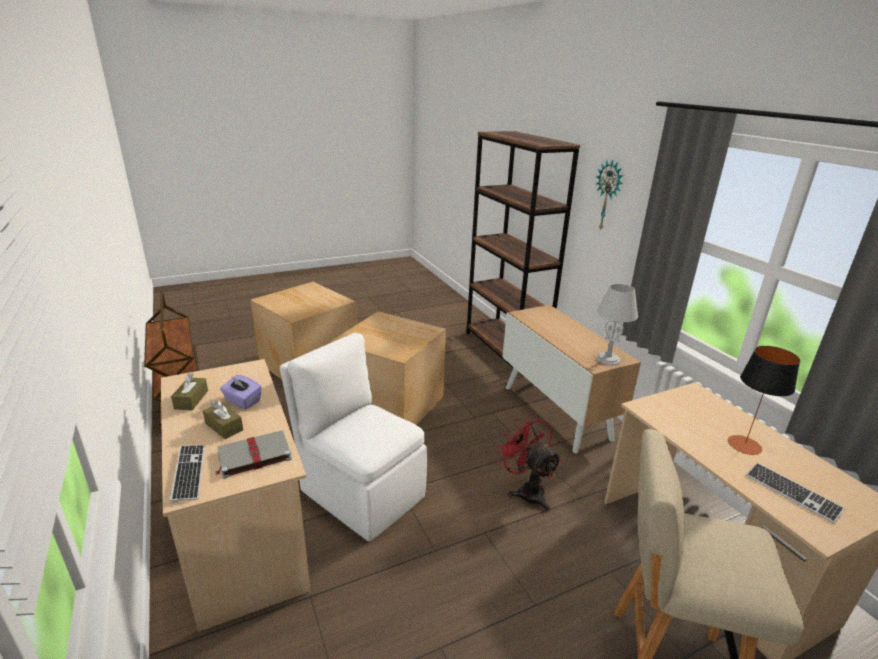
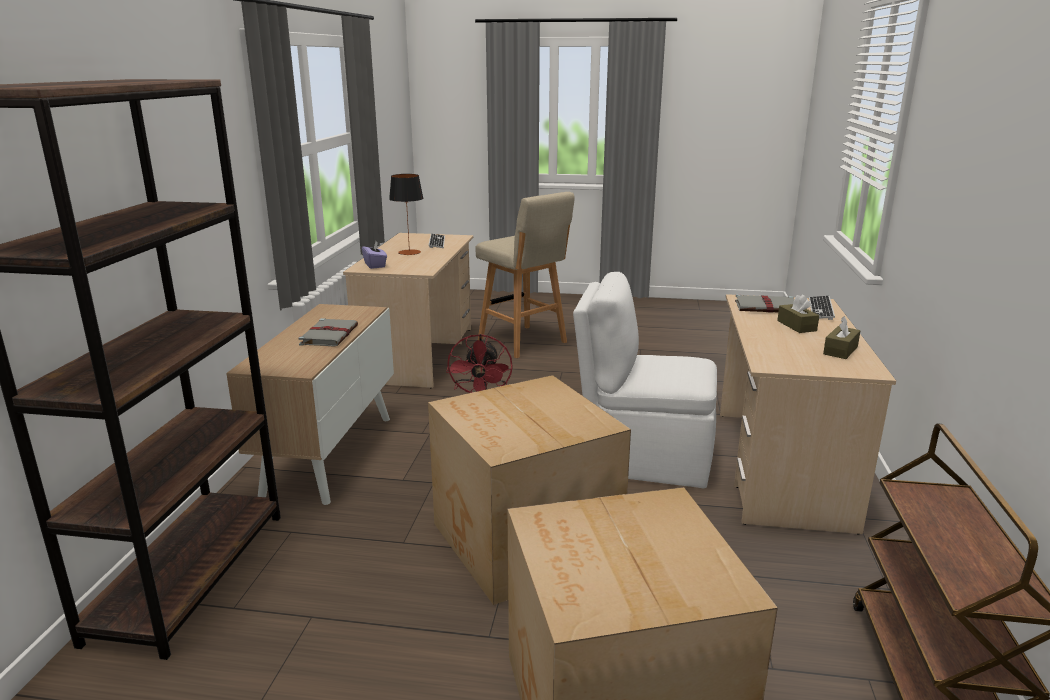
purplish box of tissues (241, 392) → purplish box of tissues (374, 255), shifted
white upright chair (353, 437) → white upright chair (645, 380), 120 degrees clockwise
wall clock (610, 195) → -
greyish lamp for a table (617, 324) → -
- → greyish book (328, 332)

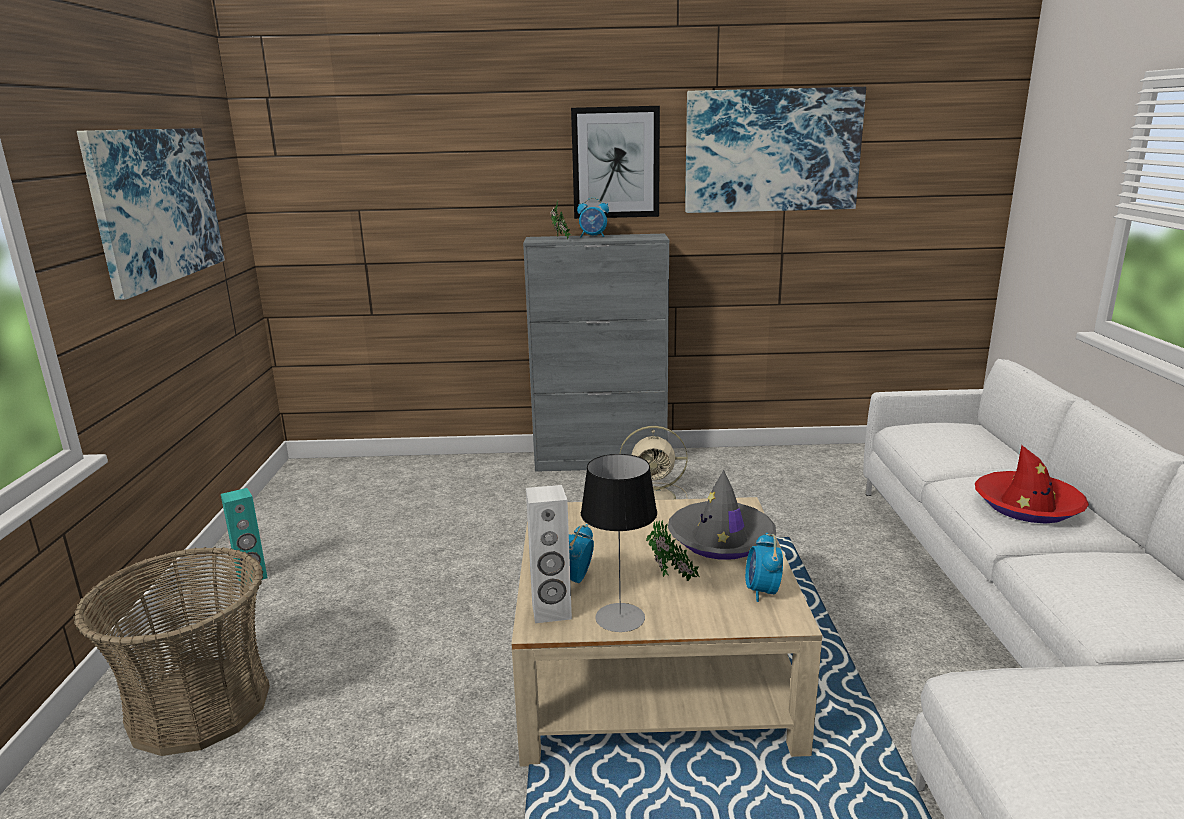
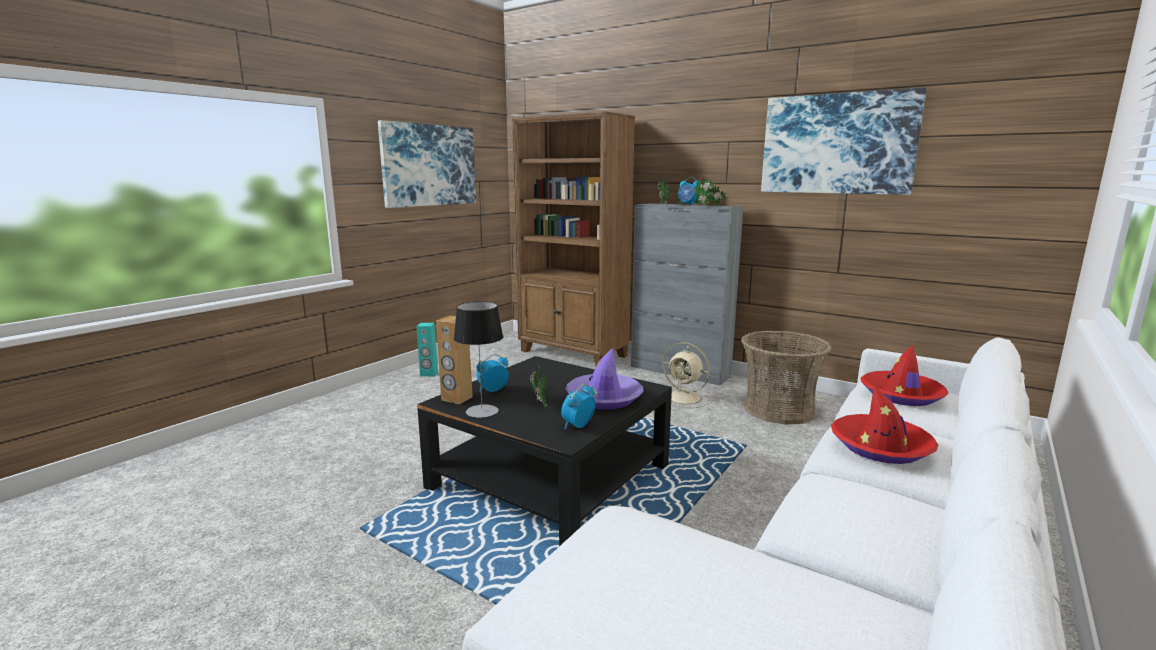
basket (172, 651) → basket (786, 377), shifted
beige-coloured low table (666, 632) → black low table (544, 451)
white loudspeaker (549, 554) → brown loudspeaker (454, 360)
picture (615, 162) → -
greyish clothing hat (722, 515) → purplish clothing hat (605, 379)
- → brown bookcase (573, 238)
- → houseplant (710, 192)
- → red-coloured clothing hat (904, 375)

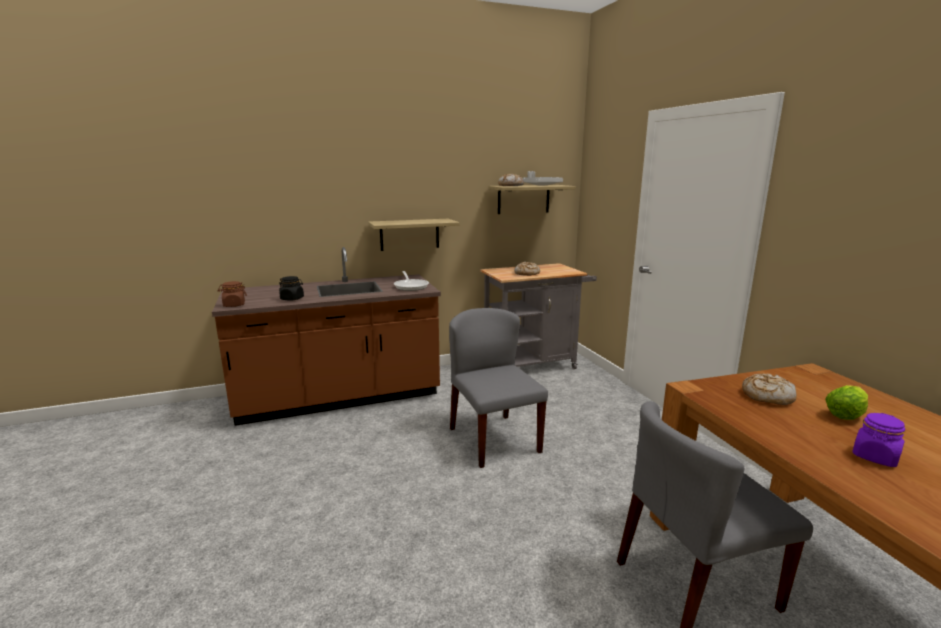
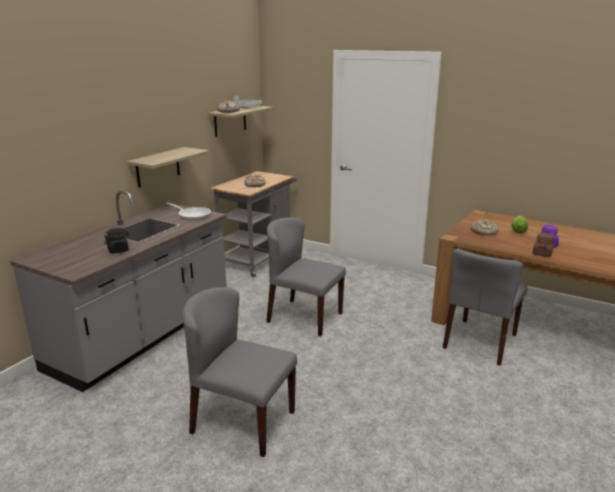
brown kitchen counter (326, 336) → greyish kitchen counter (118, 291)
brown storage jar (232, 294) → brown storage jar (543, 245), shifted
- → greyish upright chair (239, 372)

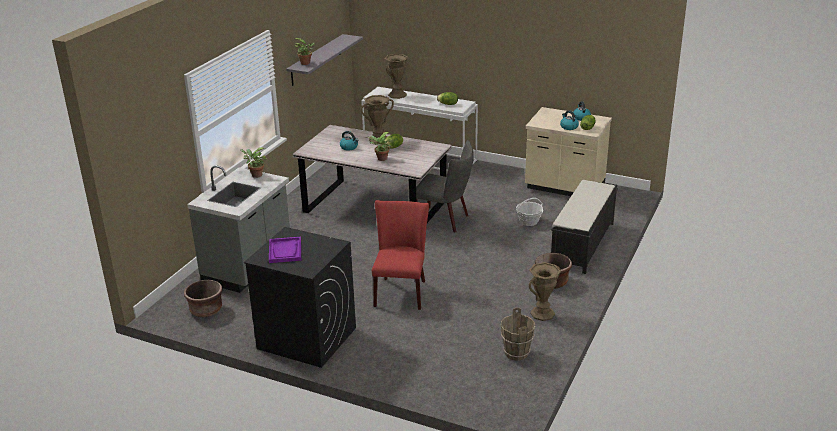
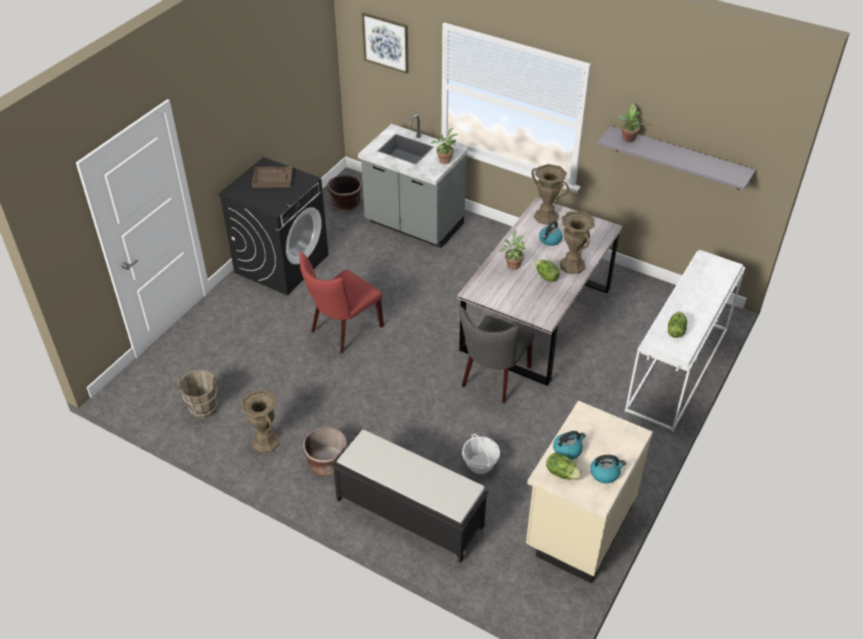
purplish tray (285, 250) → brown tray (272, 177)
red-coloured upright chair (400, 255) → red-coloured upright chair (341, 302), 120 degrees clockwise
brown flower vase (396, 76) → brown flower vase (550, 194), shifted
- → picture (385, 43)

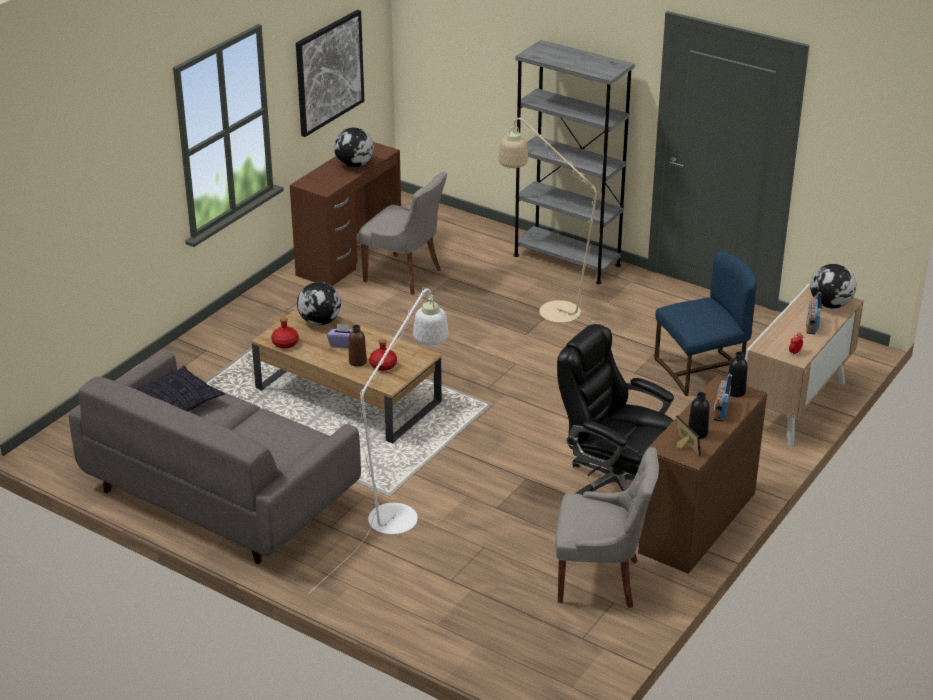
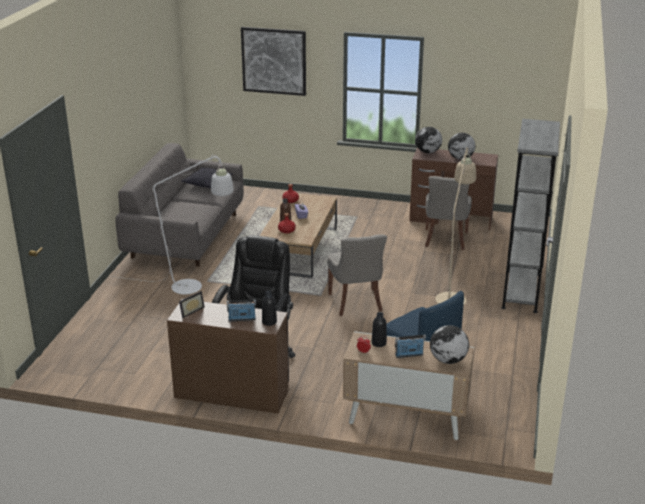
picture (330, 73) → picture (273, 61), shifted
globe (319, 303) → globe (428, 140), shifted
greyish upright chair (607, 527) → greyish upright chair (357, 275), shifted
black drink bottle (699, 415) → black drink bottle (379, 329), shifted

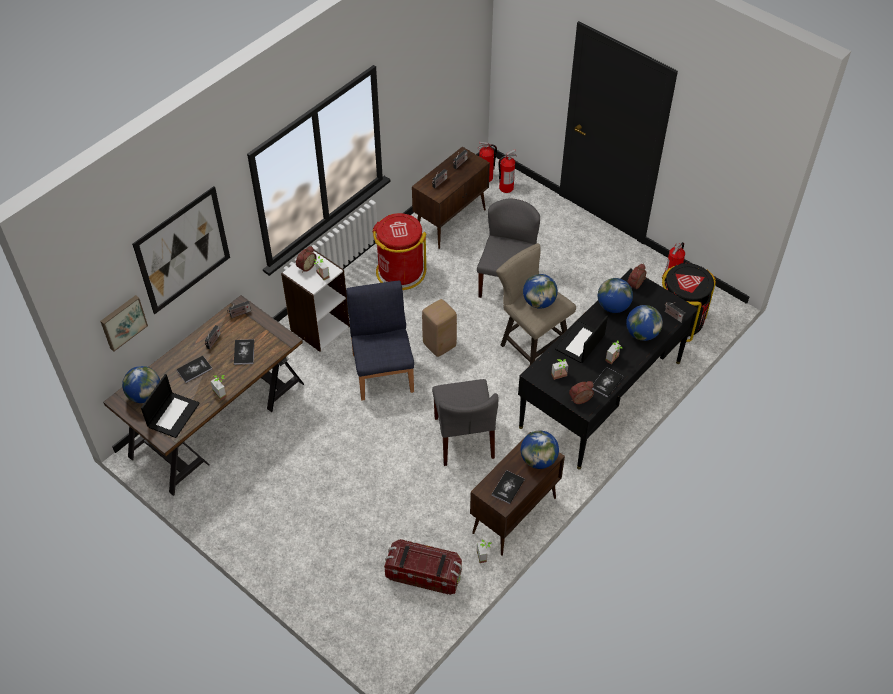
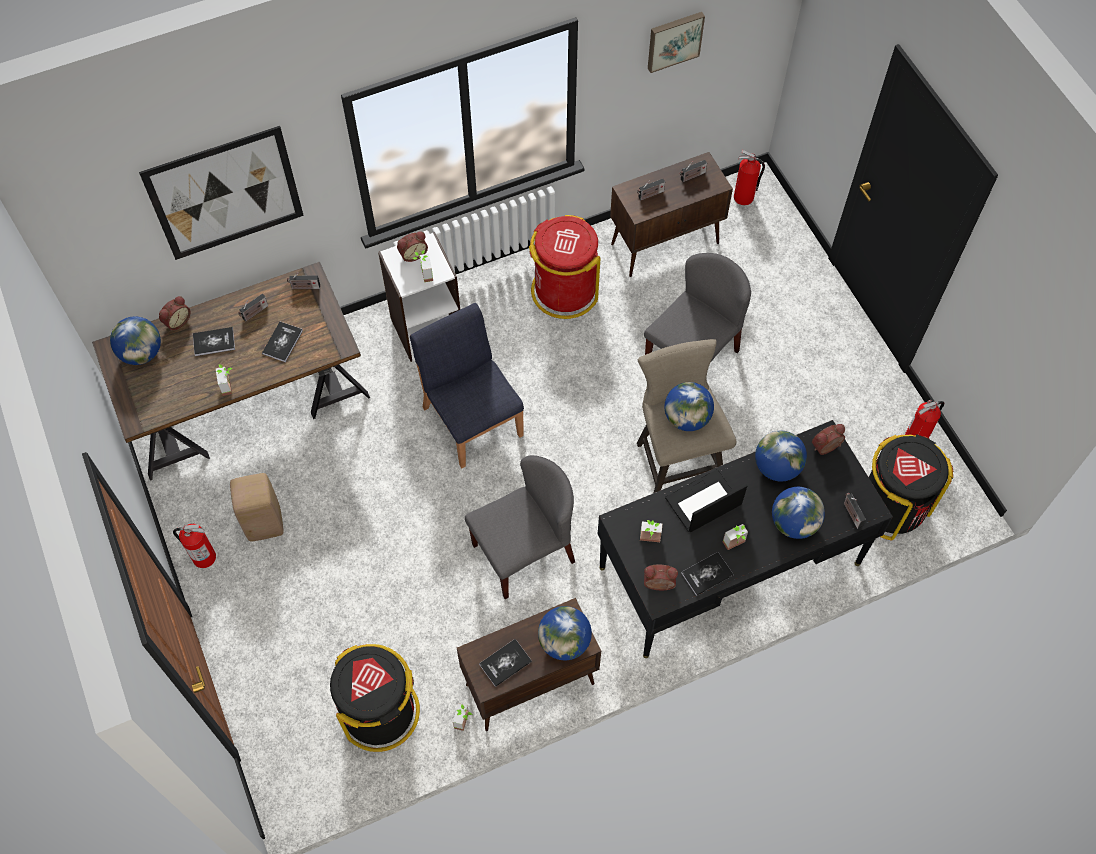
picture (124, 323) → picture (676, 42), shifted
notebook computer (170, 406) → -
blue upright chair (380, 340) → blue upright chair (467, 385), 45 degrees counterclockwise
storage bin (423, 567) → black rubbish bin (375, 698)
beige-coloured sitting stool (439, 328) → beige-coloured sitting stool (256, 507), shifted
greyish upright chair (465, 422) → greyish upright chair (520, 527), 135 degrees counterclockwise
fire-fighting cylinder (507, 171) → fire-fighting cylinder (194, 546), shifted
- → alarm clock (175, 313)

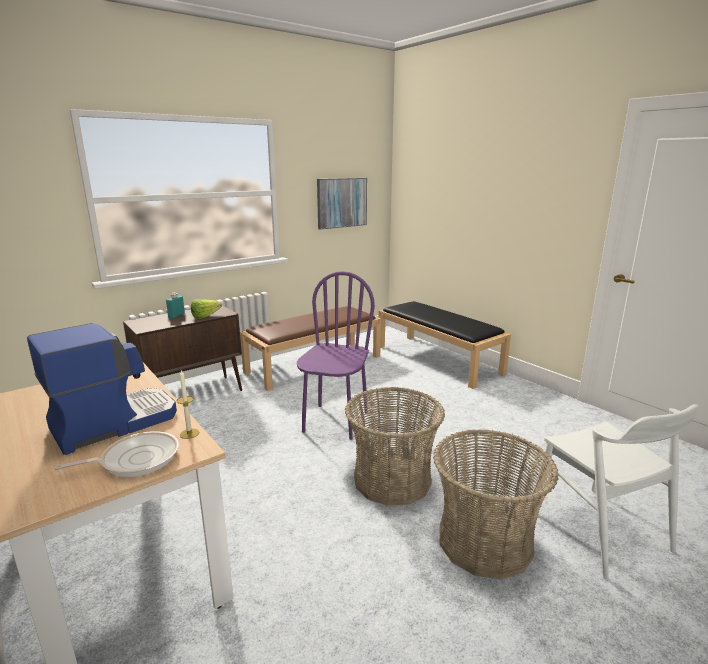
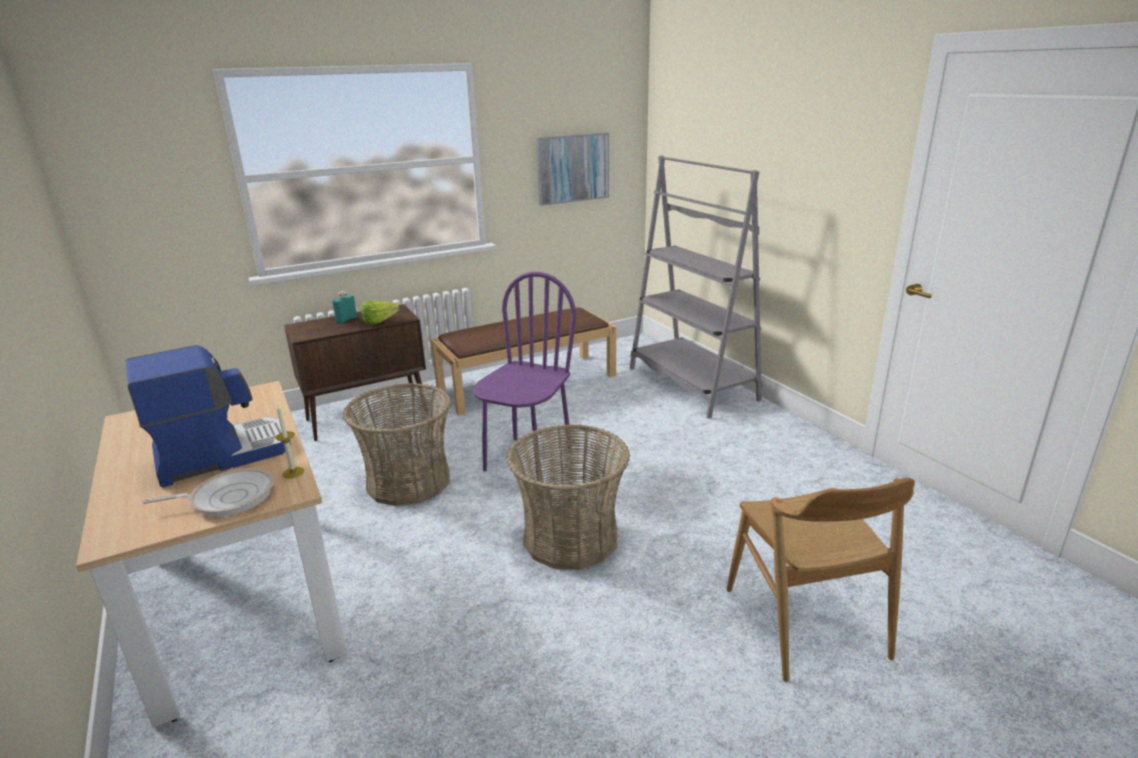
black long seat (444, 345) → greyish bookcase (696, 286)
basket (496, 504) → basket (397, 444), shifted
white upright chair (617, 492) → brown upright chair (820, 580)

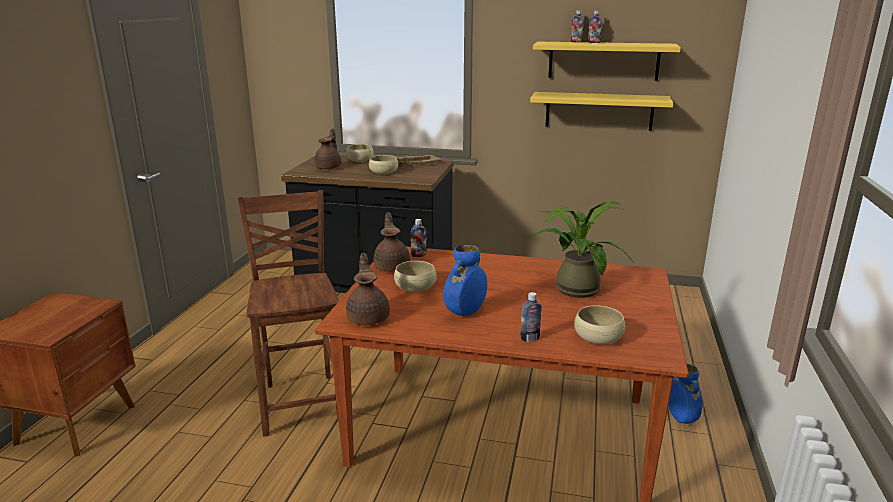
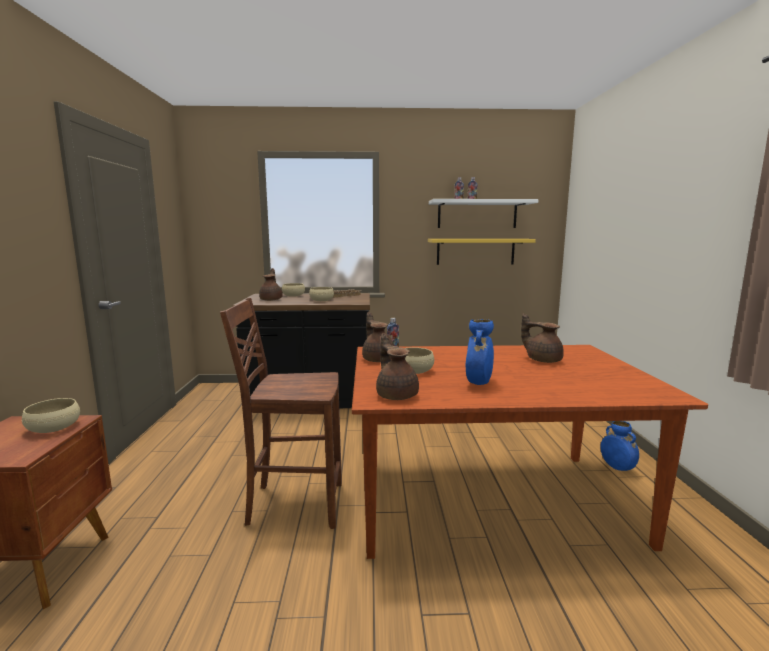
brown upright chair (288, 313) → brown upright chair (281, 413), 60 degrees counterclockwise
drink bottle (531, 317) → -
houseplant (581, 249) → brown tea pot (542, 338)
yellow-coloured shelf (607, 61) → white shelf (483, 213)
beige-coloured deep dish (600, 324) → beige-coloured deep dish (51, 415), shifted

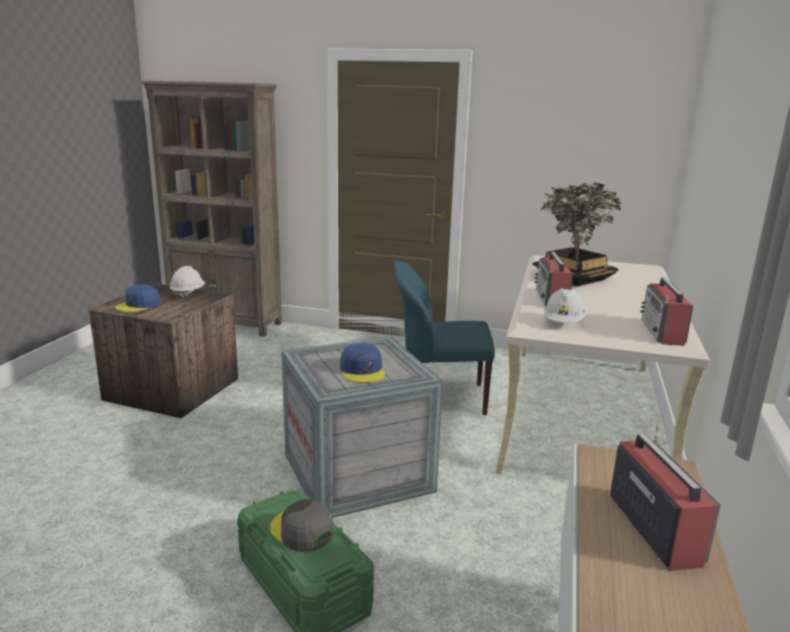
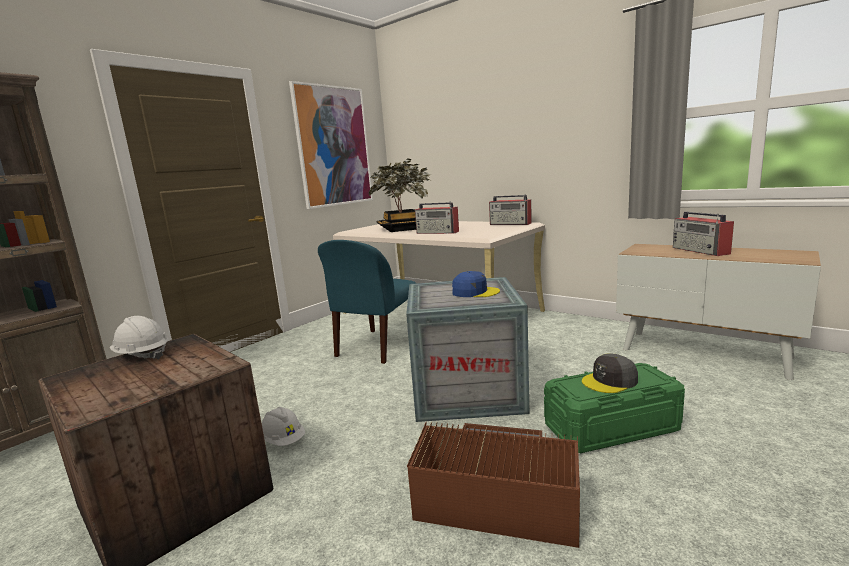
blue peaked cap (138, 298) → -
white safety helmet (565, 305) → white safety helmet (283, 426), shifted
radio (665, 498) → radio (703, 234), 120 degrees counterclockwise
- → picture (331, 145)
- → brown storage bin (493, 484)

